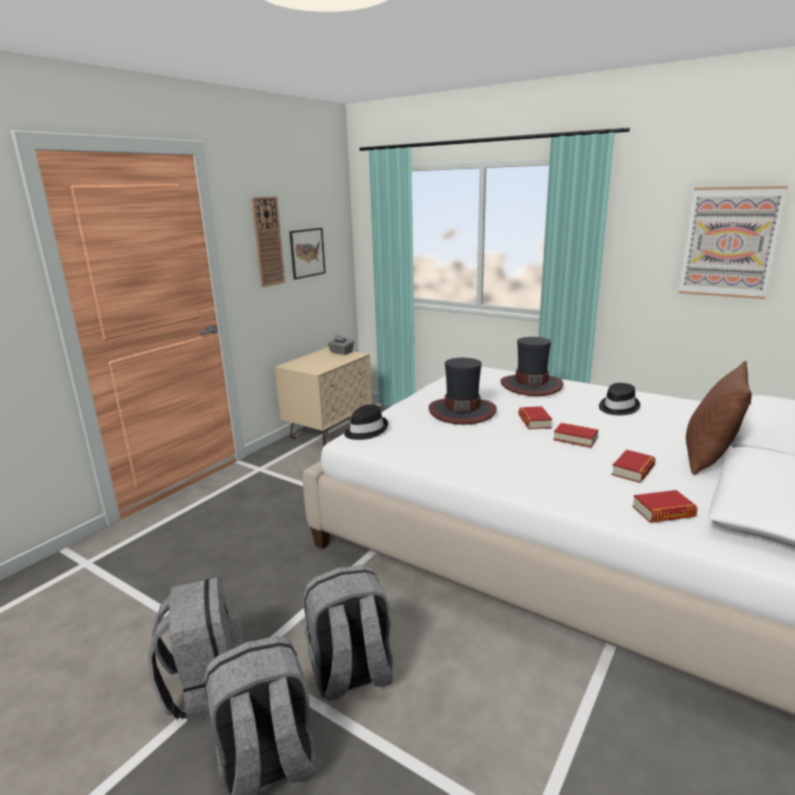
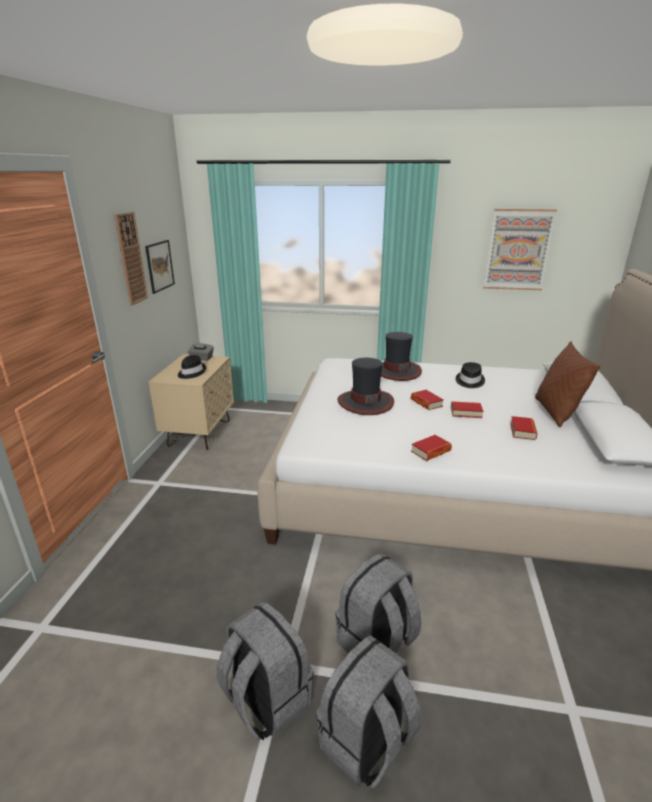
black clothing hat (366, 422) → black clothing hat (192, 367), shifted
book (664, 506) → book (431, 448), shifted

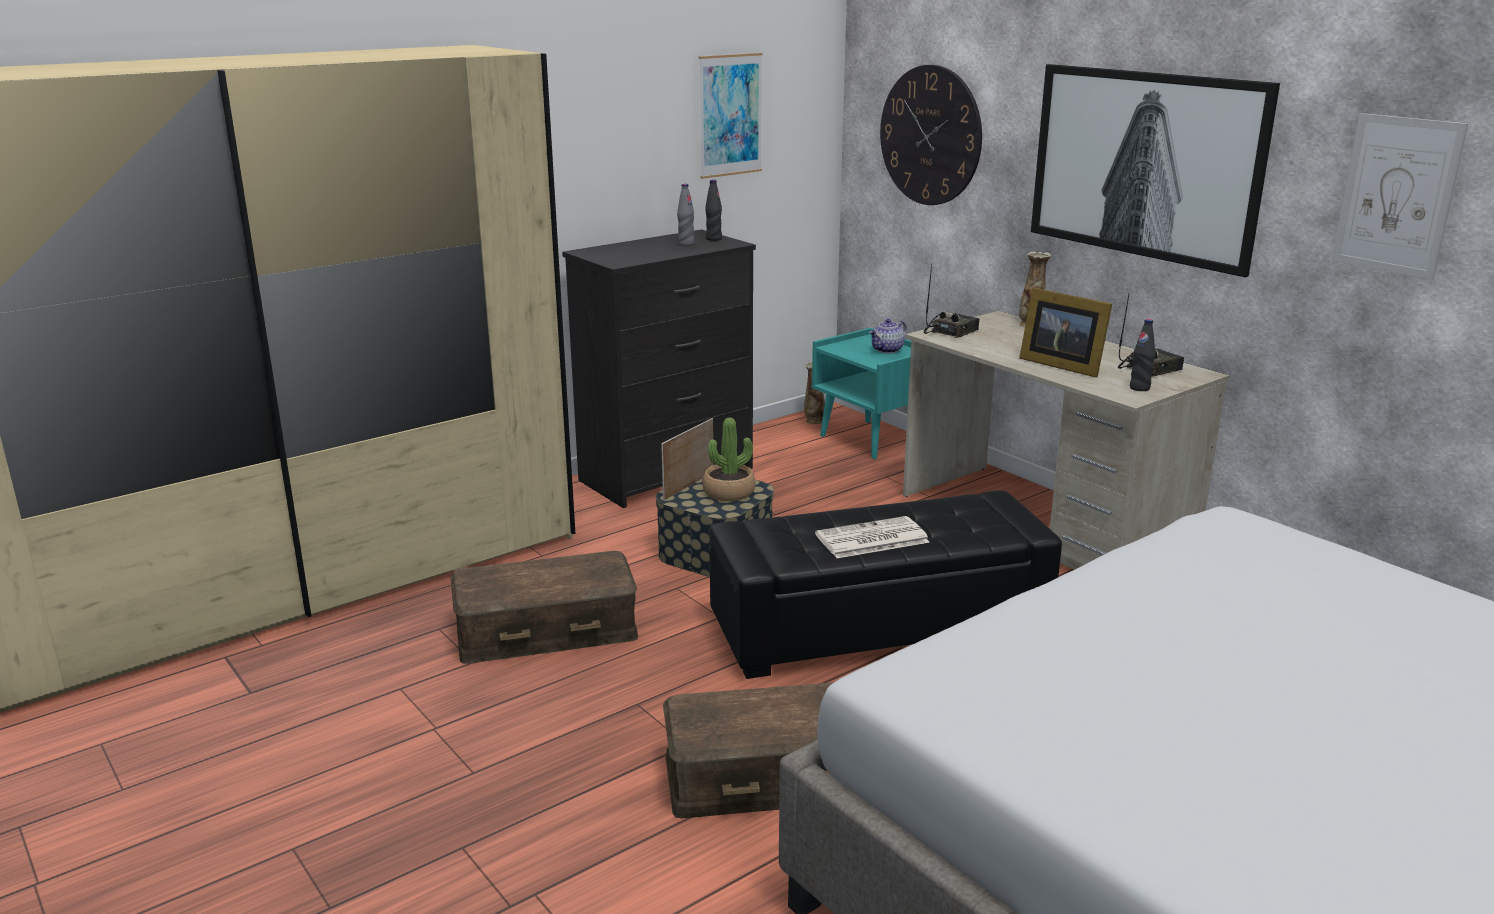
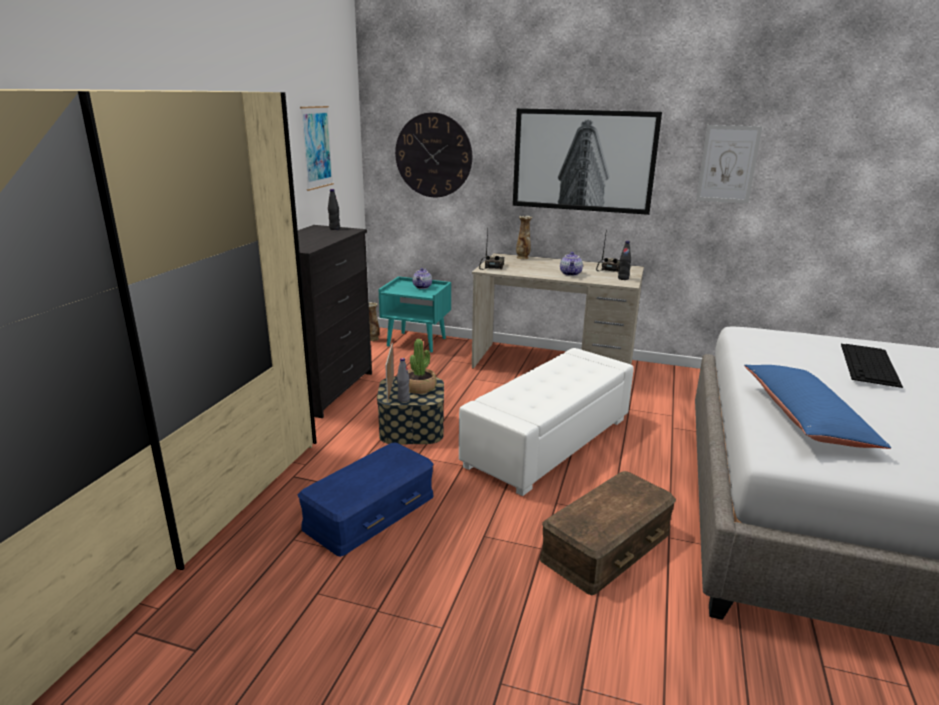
brown storage bin (544, 607) → blue storage bin (366, 500)
greyish drink bottle (686, 215) → greyish drink bottle (403, 380), shifted
black ottoman (885, 584) → white ottoman (546, 422)
printed paper (872, 537) → -
photo frame (1065, 333) → tea pot (571, 264)
- → blue cushion (817, 407)
- → computer keyboard (872, 366)

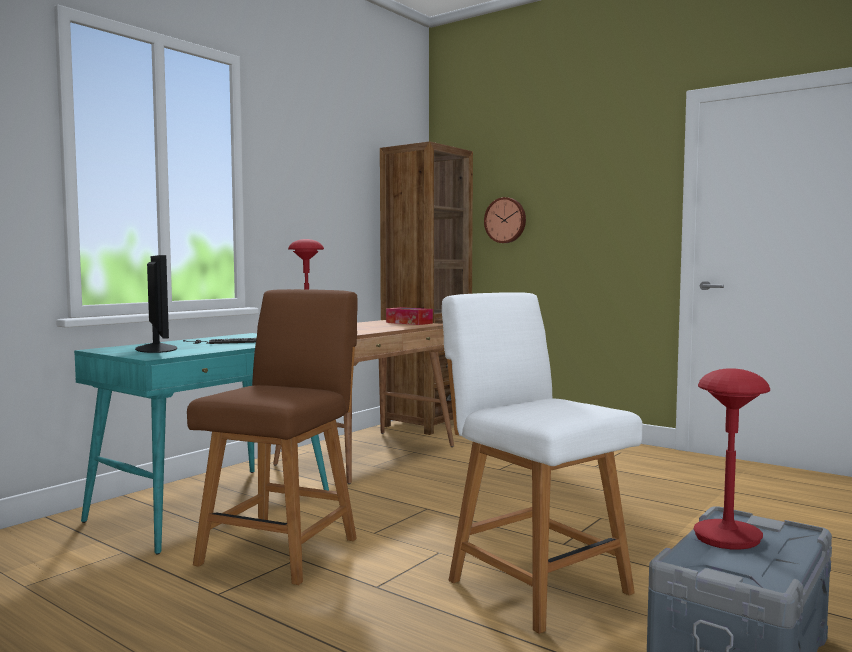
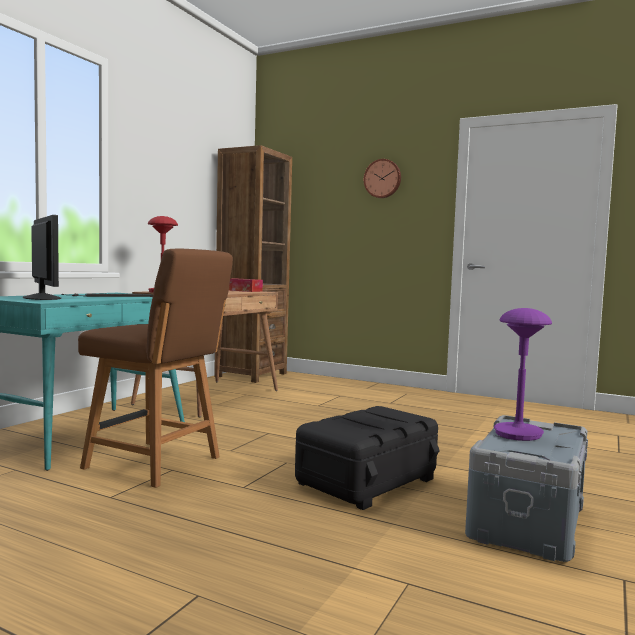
brown upright chair (272, 437) → brown upright chair (155, 368), 105 degrees clockwise
white upright chair (542, 463) → black storage bin (367, 458)
wall clock (505, 220) → wall clock (382, 178), shifted
red-coloured lamp for a table (732, 459) → purplish lamp for a table (523, 374)

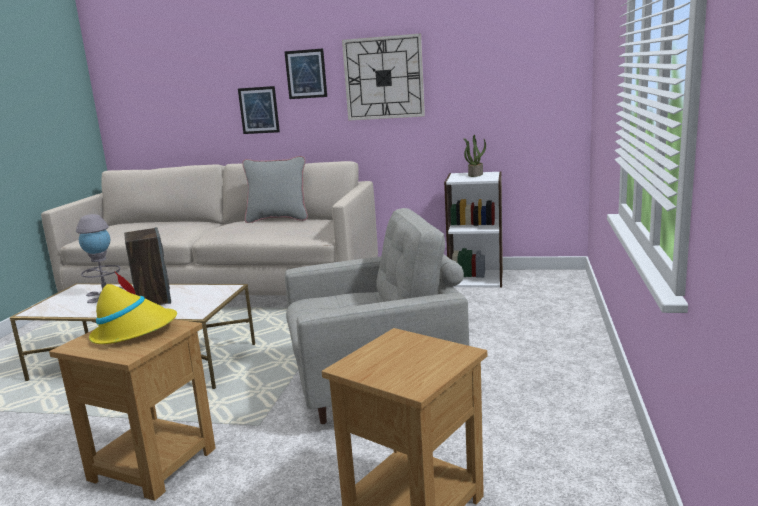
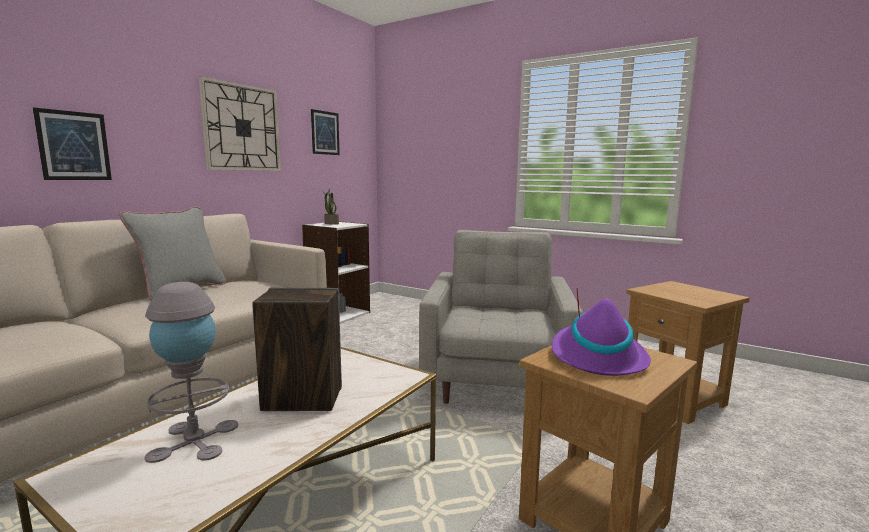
yellow-coloured clothing hat (133, 308) → purplish clothing hat (601, 332)
picture (305, 73) → picture (325, 132), shifted

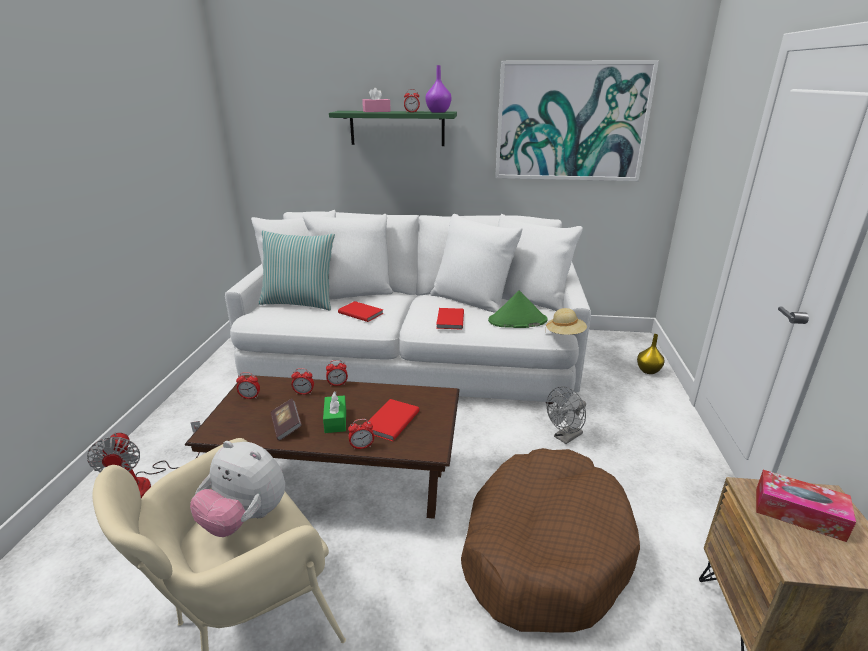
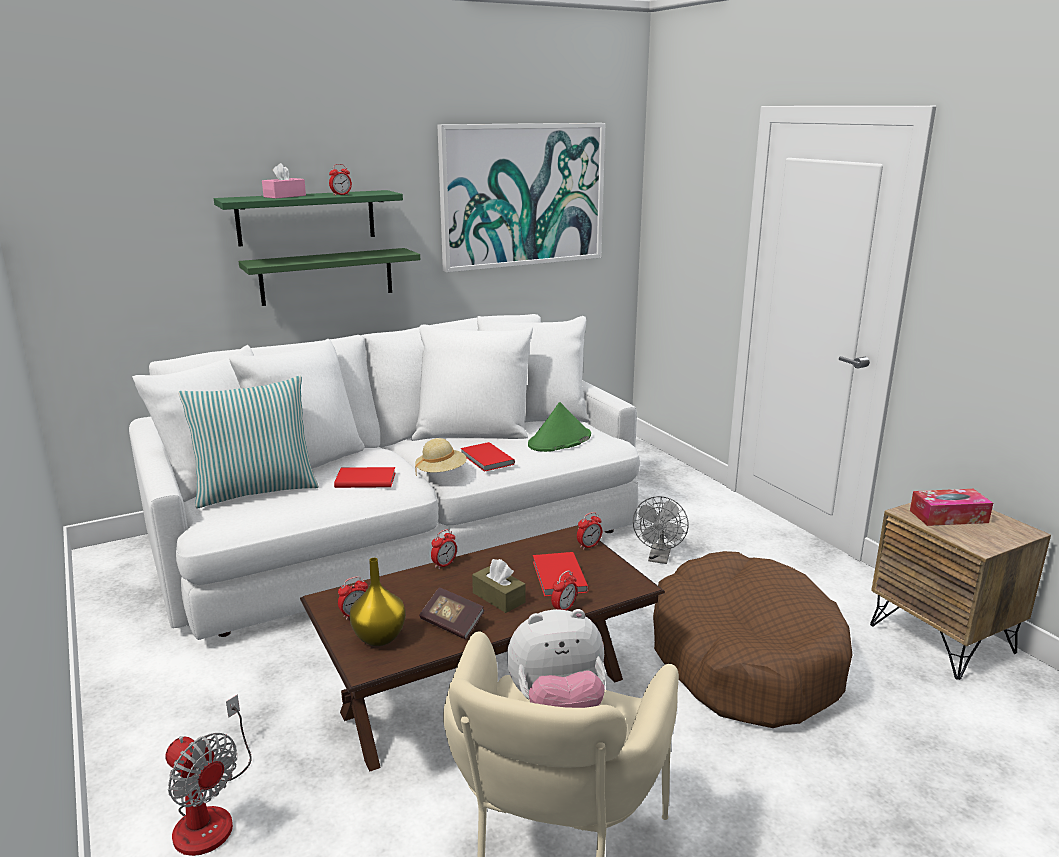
alarm clock (302, 381) → alarm clock (589, 531), shifted
green-coloured box of tissues (334, 412) → brown box of tissues (499, 586)
purplish flower vase (438, 89) → -
beige-coloured clothing hat (566, 321) → beige-coloured clothing hat (441, 457), shifted
yellow-coloured flower vase (650, 354) → yellow-coloured flower vase (377, 602), shifted
- → green-coloured shelf (329, 277)

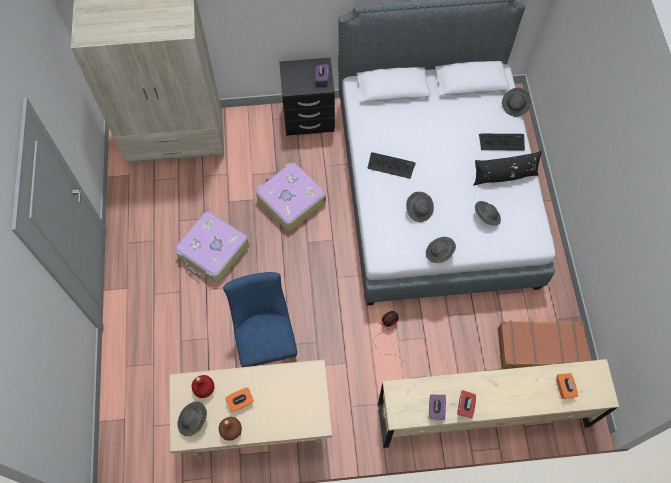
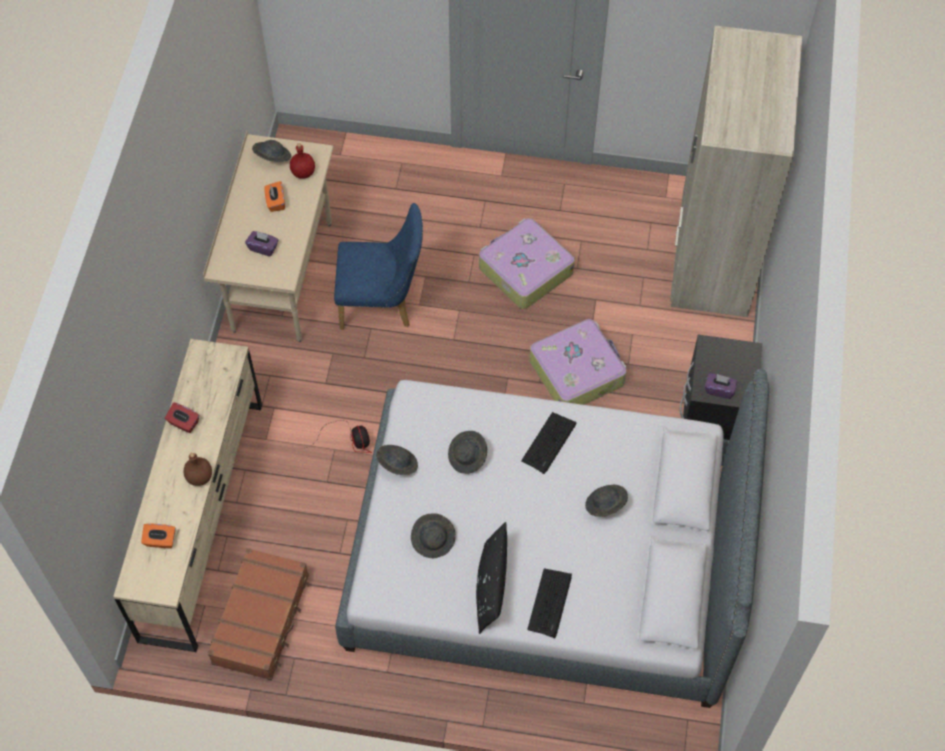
brown drink bottle (230, 429) → brown drink bottle (198, 469), shifted
purplish box of tissues (437, 407) → purplish box of tissues (261, 244), shifted
greyish clothing hat (516, 102) → greyish clothing hat (606, 501), shifted

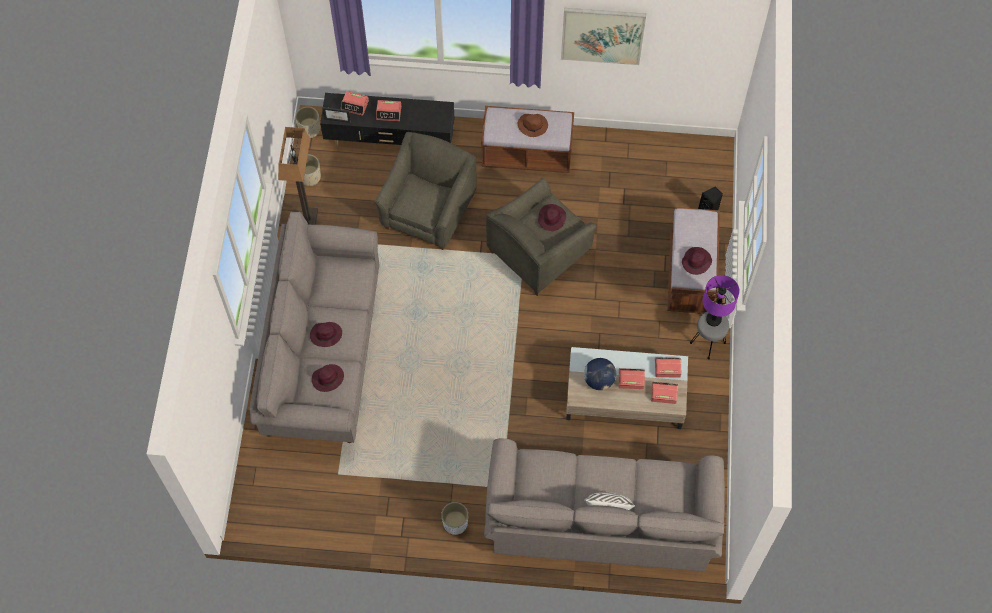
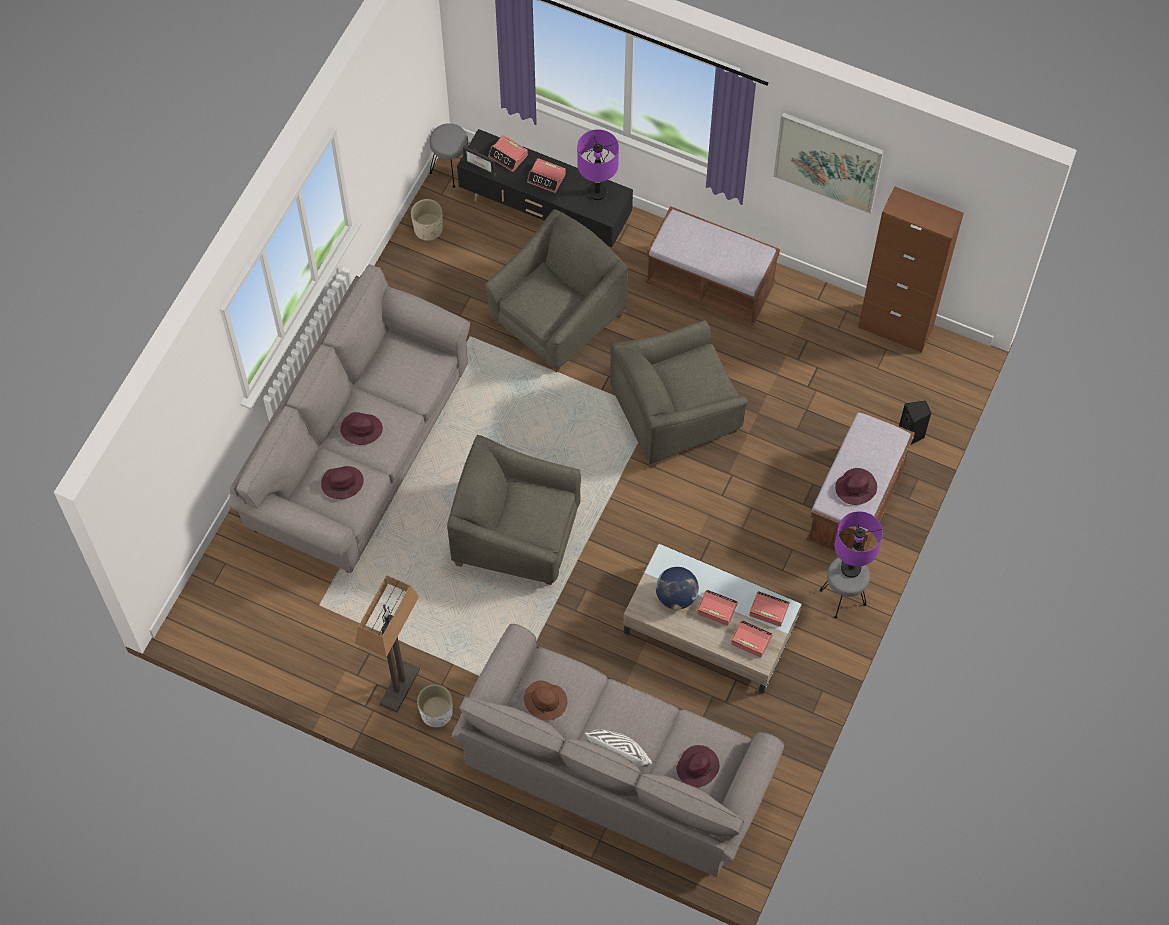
standing lamp (298, 176) → standing lamp (387, 643), shifted
beige-coloured flower pot (307, 122) → greyish sitting stool (448, 155)
brown clothing hat (533, 125) → brown clothing hat (545, 700), shifted
purplish clothing hat (552, 217) → purplish clothing hat (698, 766), shifted
- → greyish lounge chair (514, 510)
- → purplish lamp for a table (598, 165)
- → brown cupboard (911, 269)

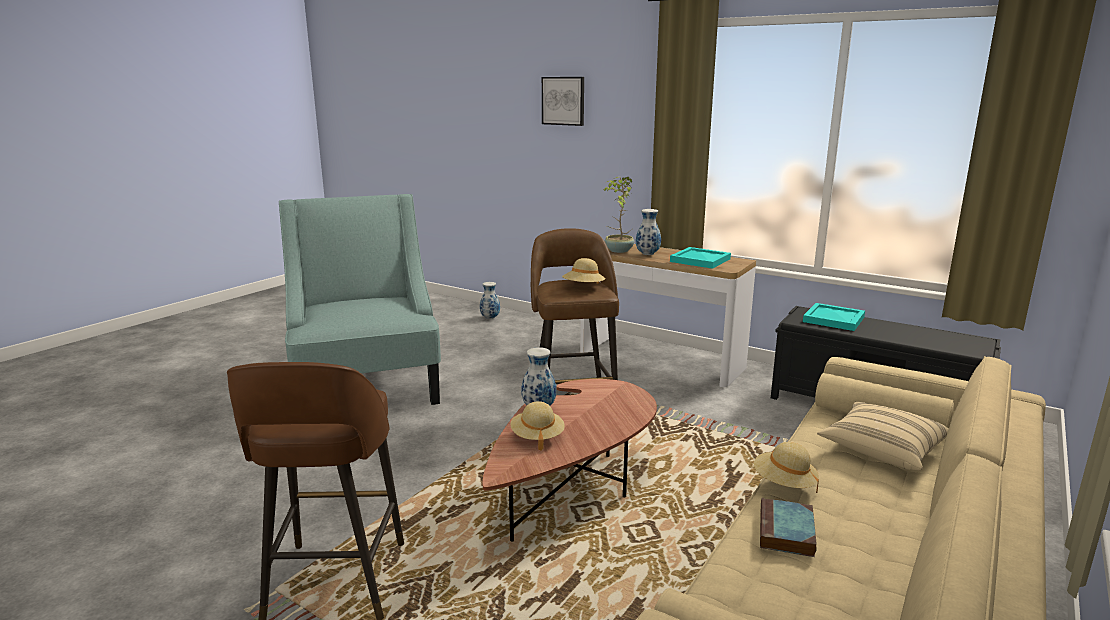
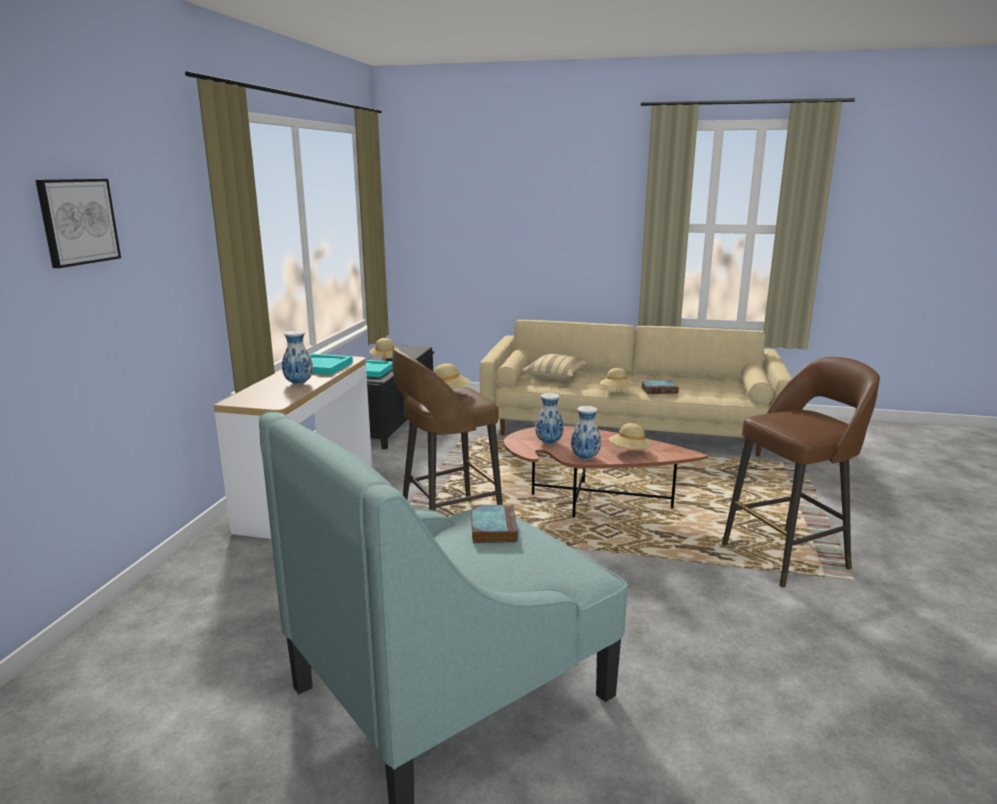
flower vase (490, 300) → flower vase (549, 418), shifted
houseplant (619, 215) → -
- → beige-coloured clothing hat (385, 349)
- → book (494, 523)

